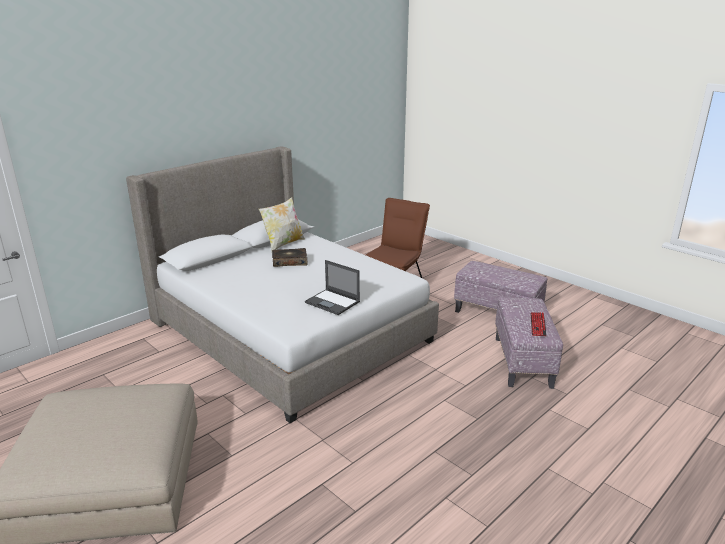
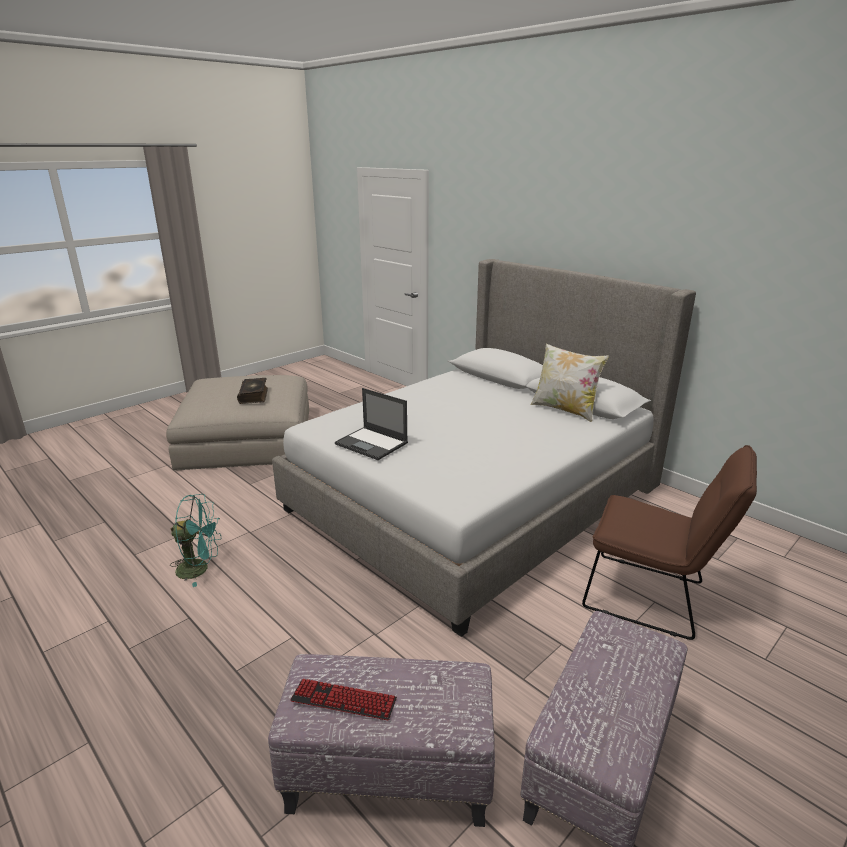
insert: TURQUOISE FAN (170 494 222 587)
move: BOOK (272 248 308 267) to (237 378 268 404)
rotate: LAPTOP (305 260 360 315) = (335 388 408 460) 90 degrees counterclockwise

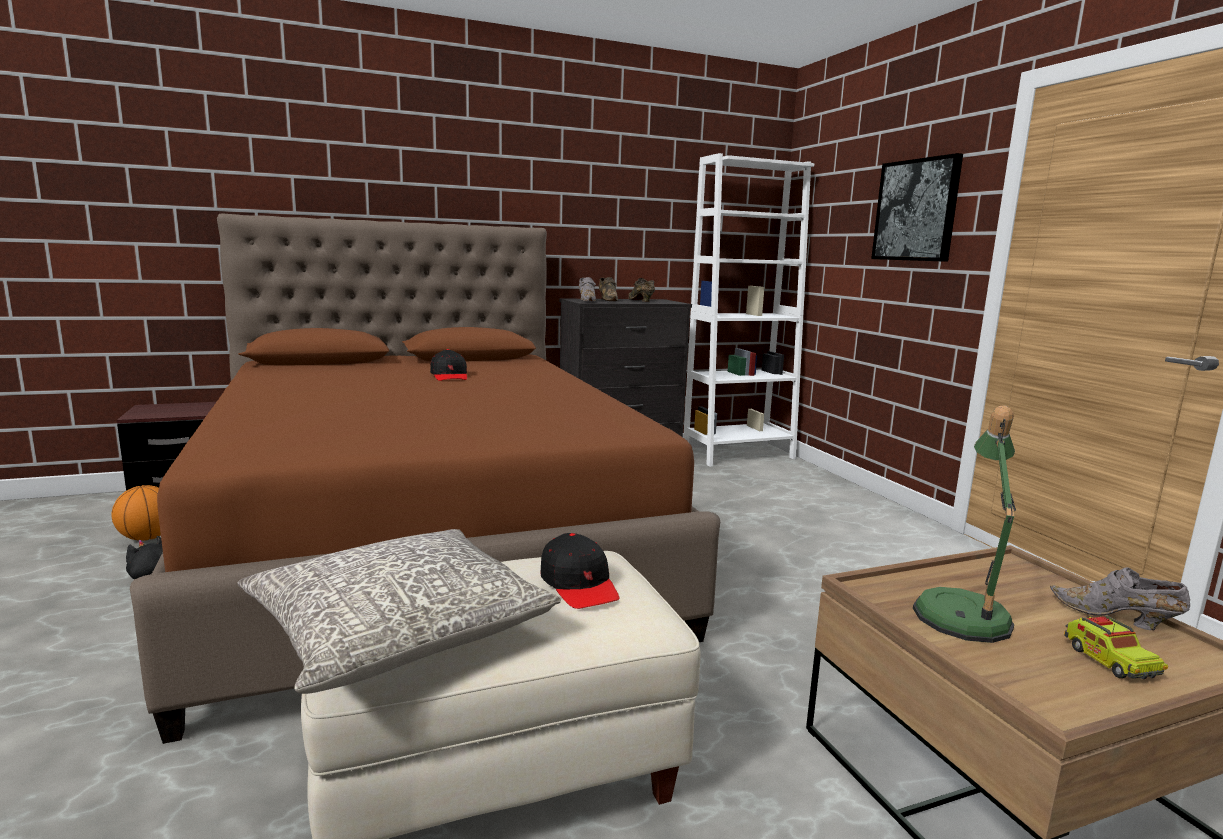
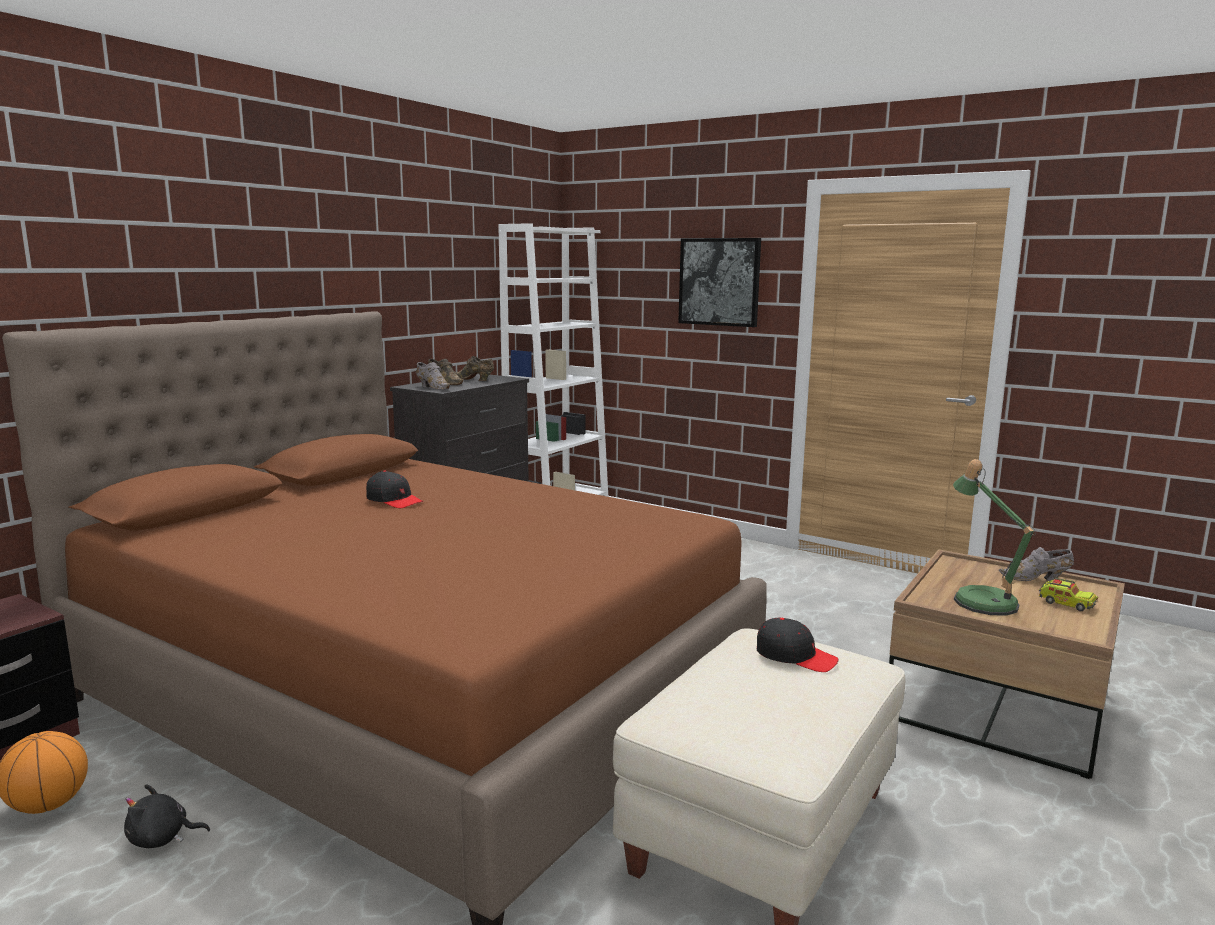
delete: GREY PILLOW (237 529 561 694)

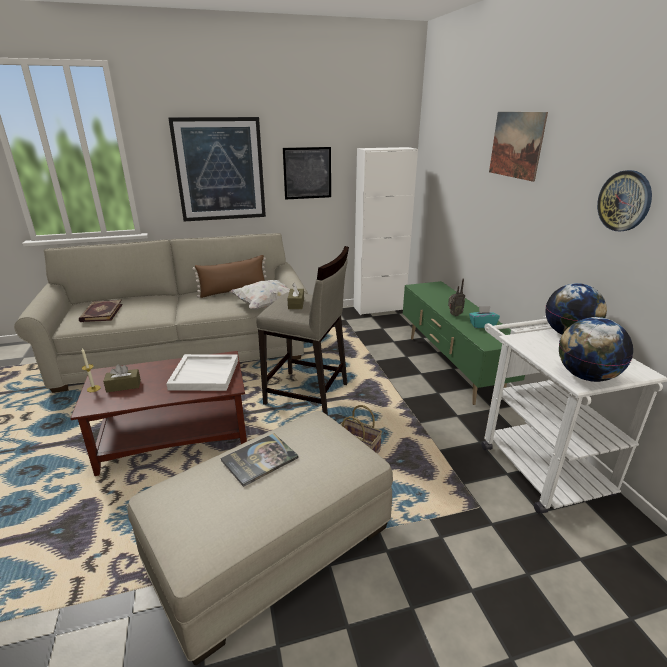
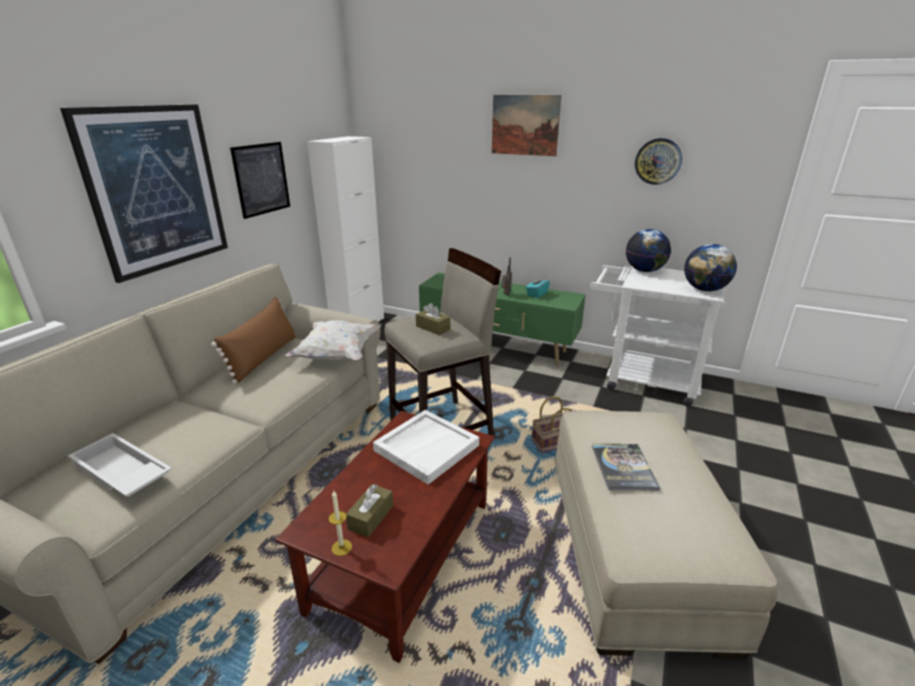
replace: BOOK (79 300 123 322) to WHITE TRAY (68 433 172 497)

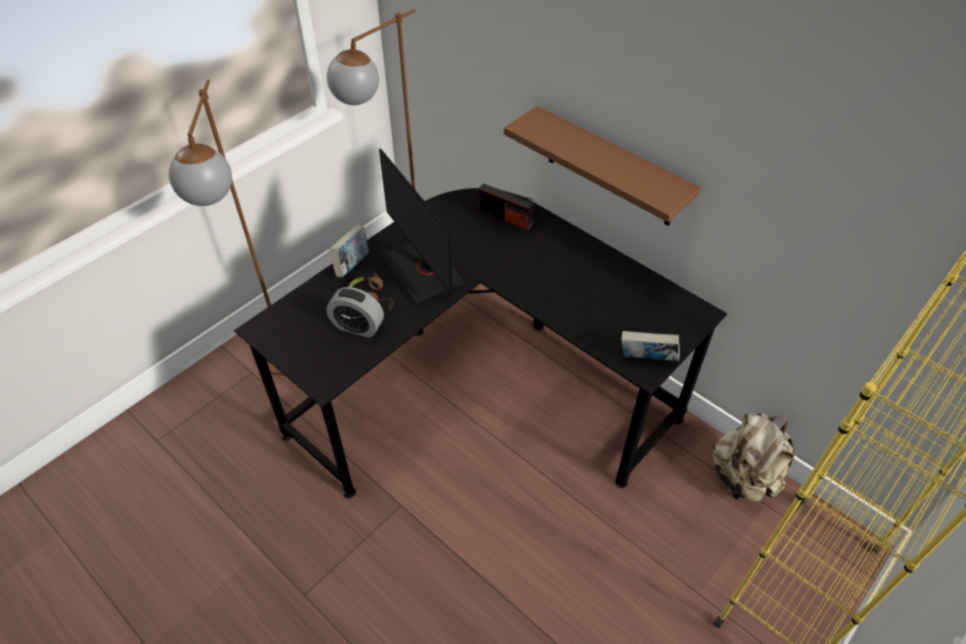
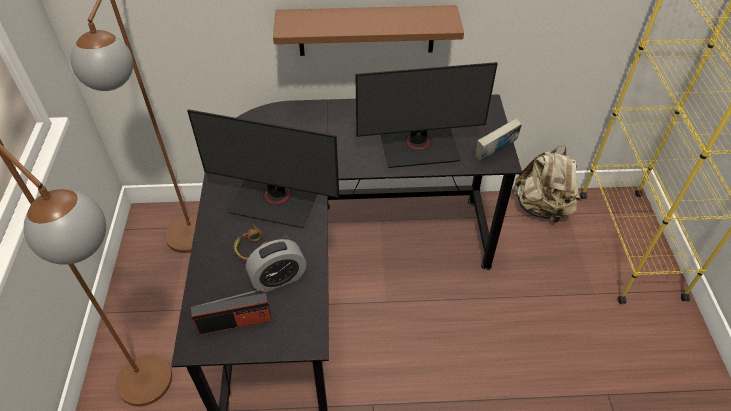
delete: BOOK (329 225 369 277)
insert: MONITOR (355 62 498 168)
move: RADIO (479 183 534 231) to (191 288 272 335)

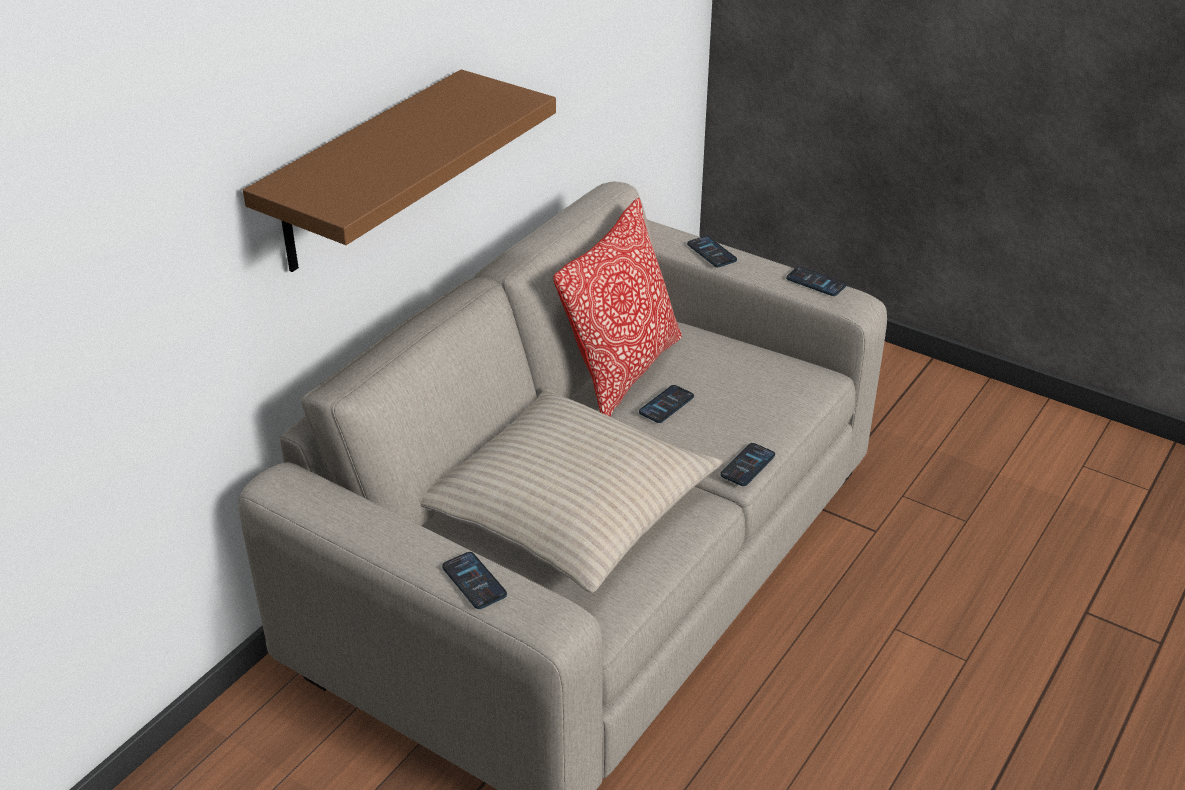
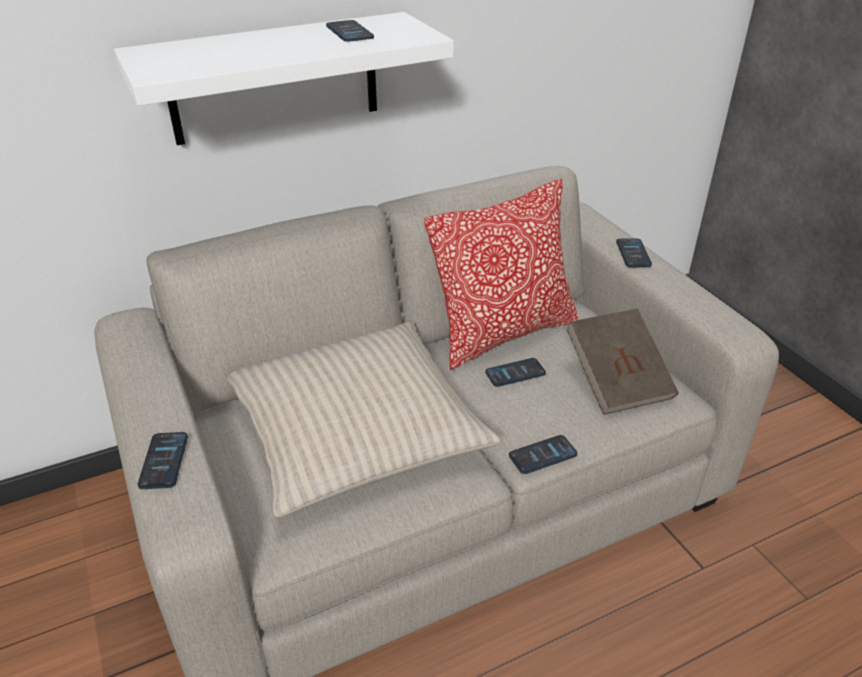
insert: BROWN BOOK (567 309 679 415)
move: PHONE (786 267 846 296) to (326 20 374 42)
recolor: BROWN SHELF (243 69 556 272) to WHITE SHELF (114 12 454 145)

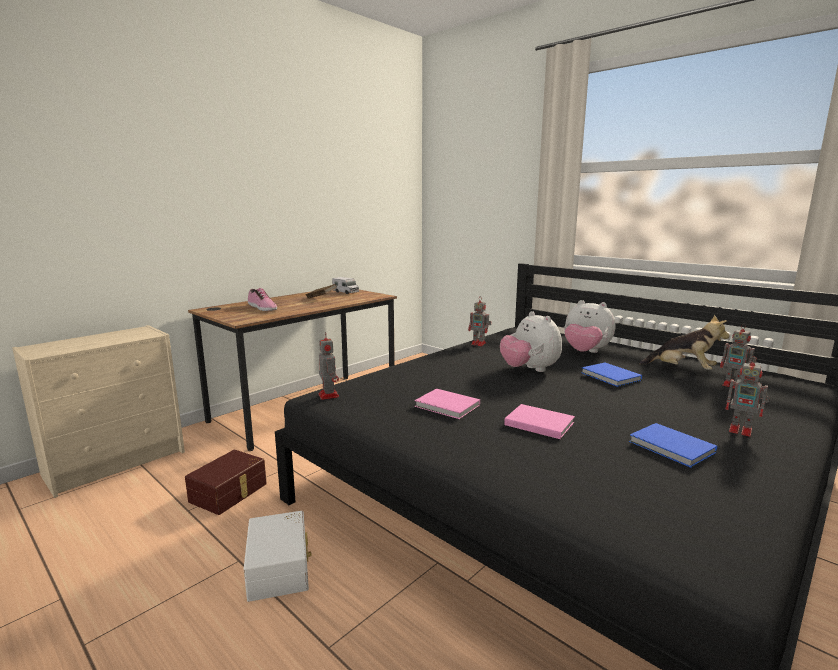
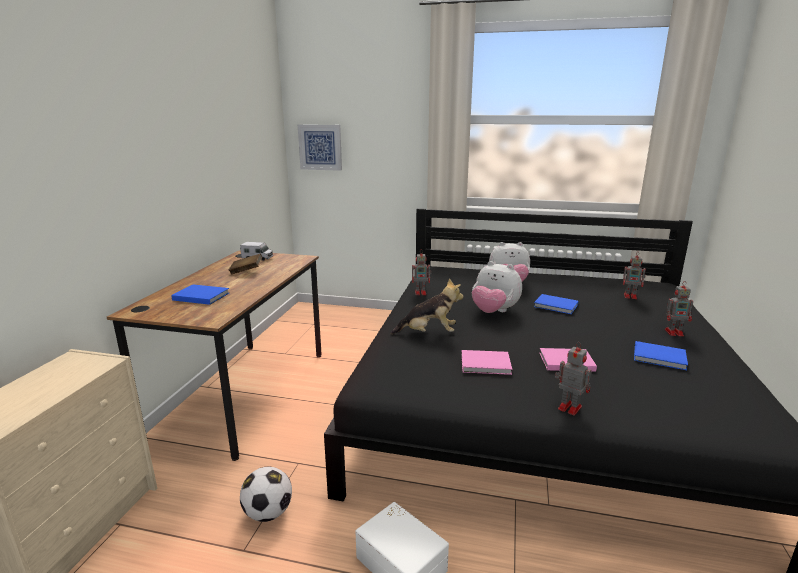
insert: PICTURE (298 124 342 171)
move: PLUSH TOY (639 315 730 370) to (391 279 463 334); TOY ROBOT (318 332 339 400) to (555 342 591 416)
replace: SHOE (248 288 277 311) to BLUE BOOK (171 284 229 305); BROWN STORAGE BOX (185 450 267 515) to FOOTBALL (240 467 292 522)

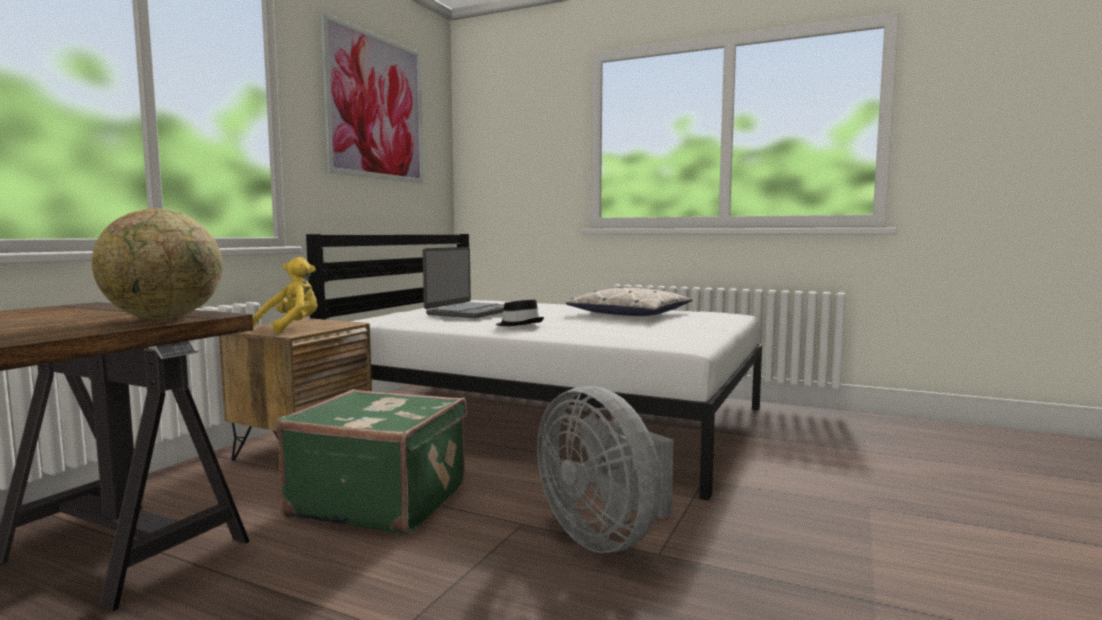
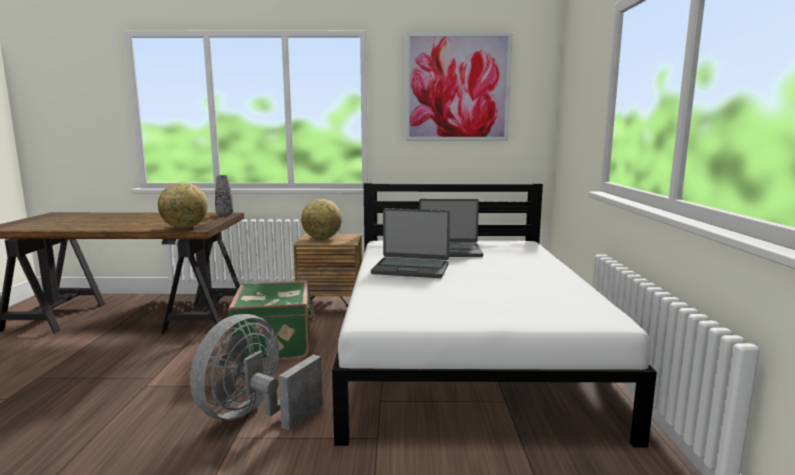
delete: PILLOW (566 287 693 316)
insert: GREY VASE (215 175 233 216)
replace: YELLOW PLUSH TOY (252 257 318 334) to GLOBE (301 199 342 239); BLACK HAT (496 299 544 326) to LAPTOP (371 208 450 278)

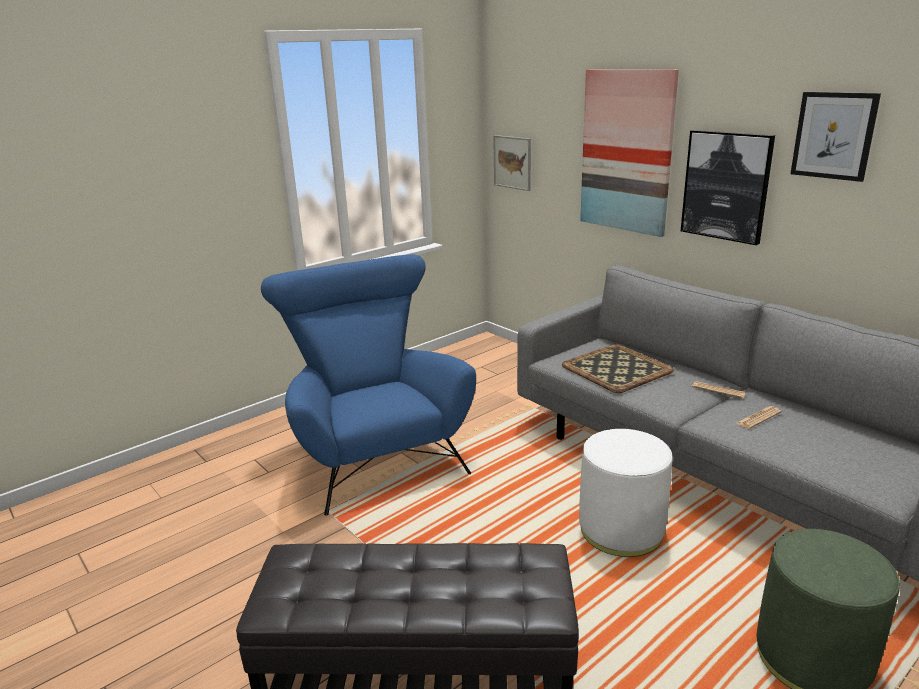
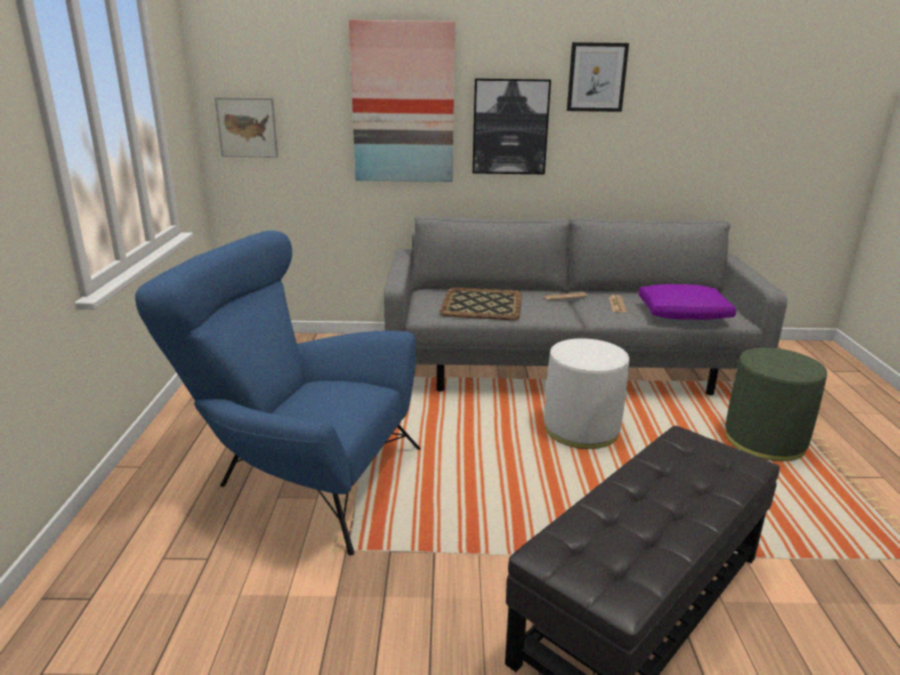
insert: PURPLE PILLOW (638 284 736 320)

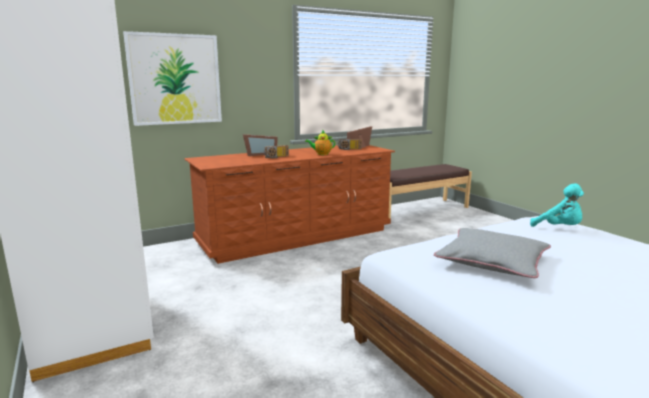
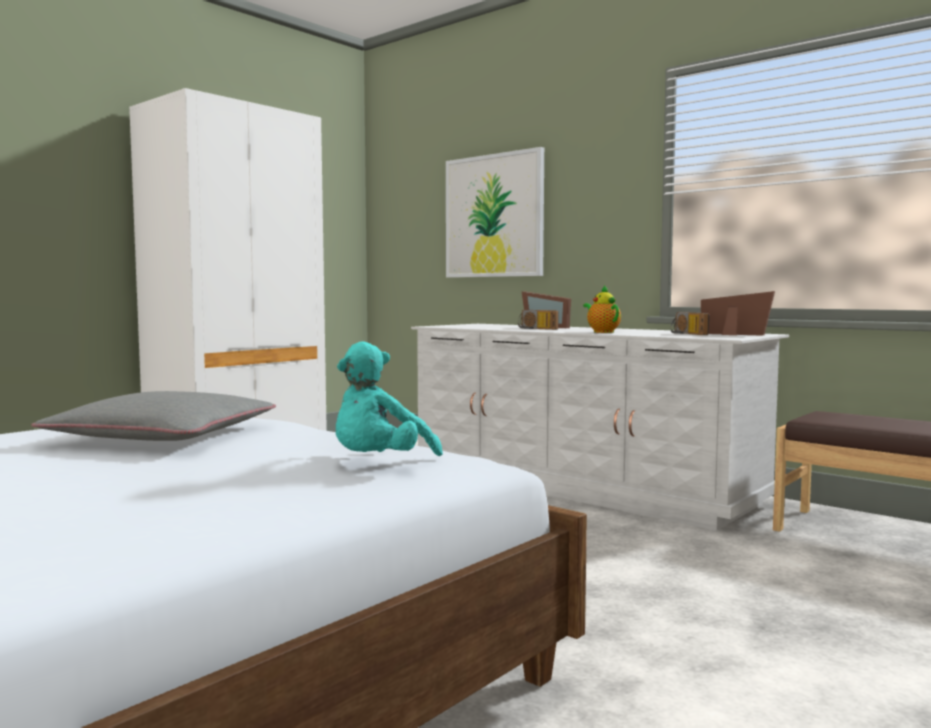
recolor: BROWN DRESSER (184 145 395 264) to WHITE DRESSER (411 324 789 531)

